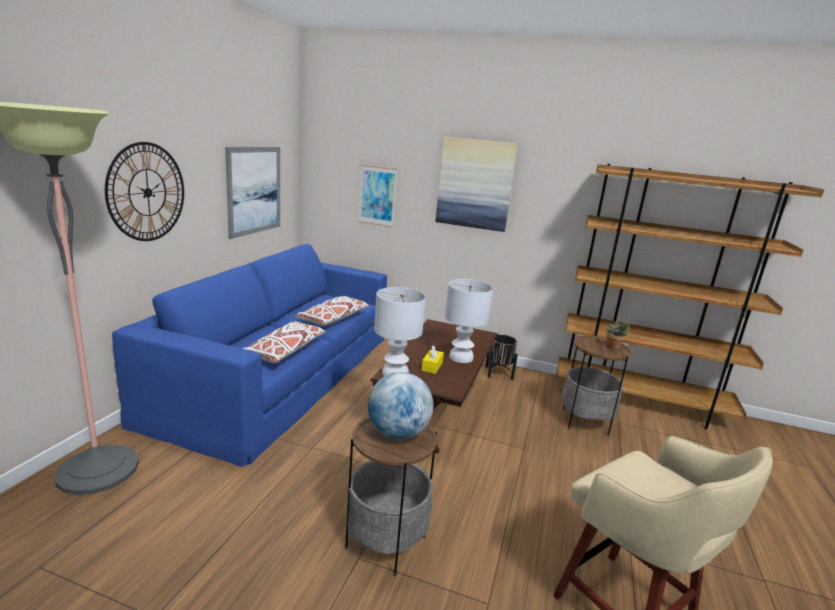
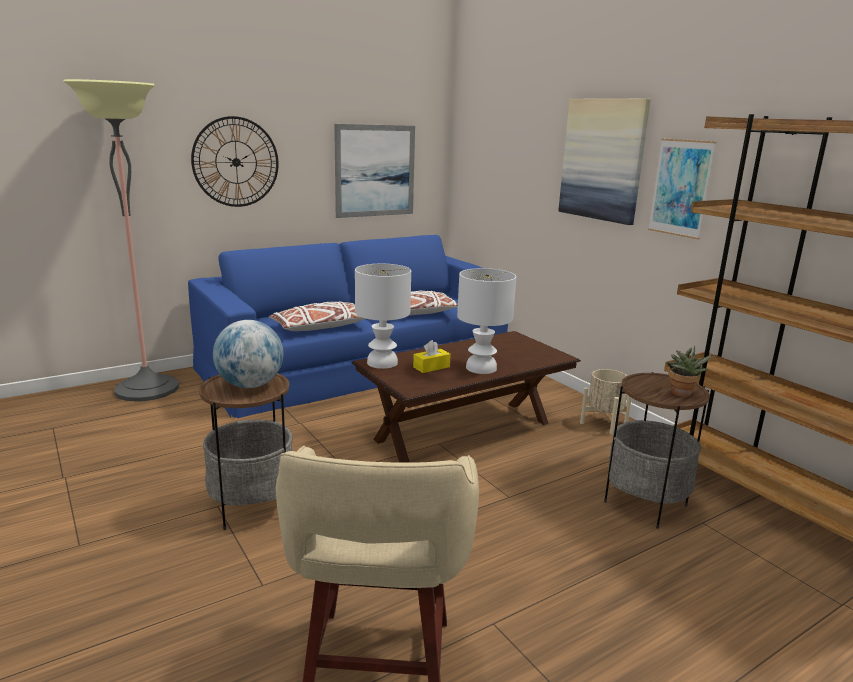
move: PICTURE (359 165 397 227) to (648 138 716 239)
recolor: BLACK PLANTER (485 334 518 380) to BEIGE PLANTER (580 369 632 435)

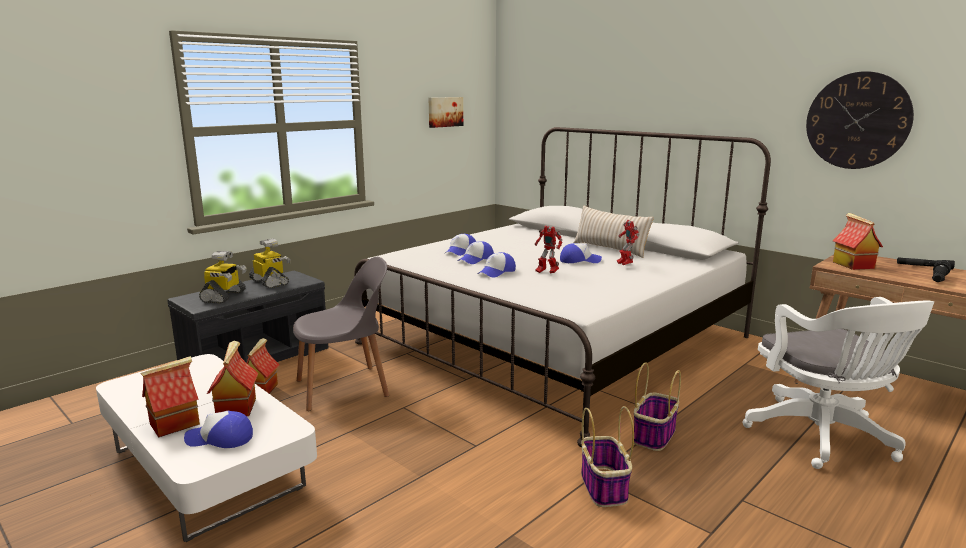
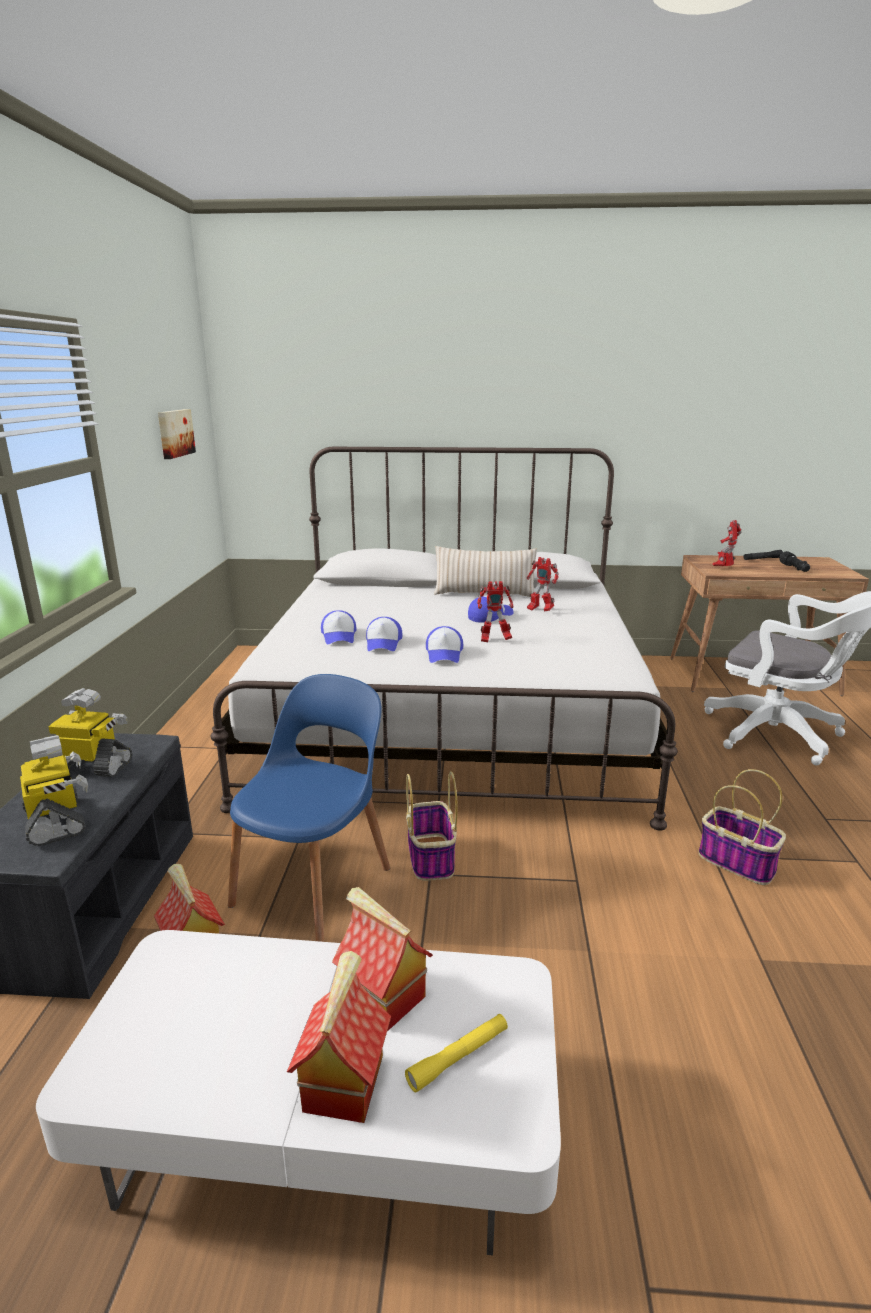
delete: WALL CLOCK (806 71 914 169)
move: BASKET (634 362 681 451) to (406 771 458 881)
replace: CAP (184 411 253 448) to YELLOW FLASHLIGHT (405 1014 508 1093); TOY HOUSE (833 213 883 270) to TOY ROBOT (713 520 741 566)
recolor: GREY CHAIR (293 257 389 411) to BLUE CHAIR (228 674 390 942)

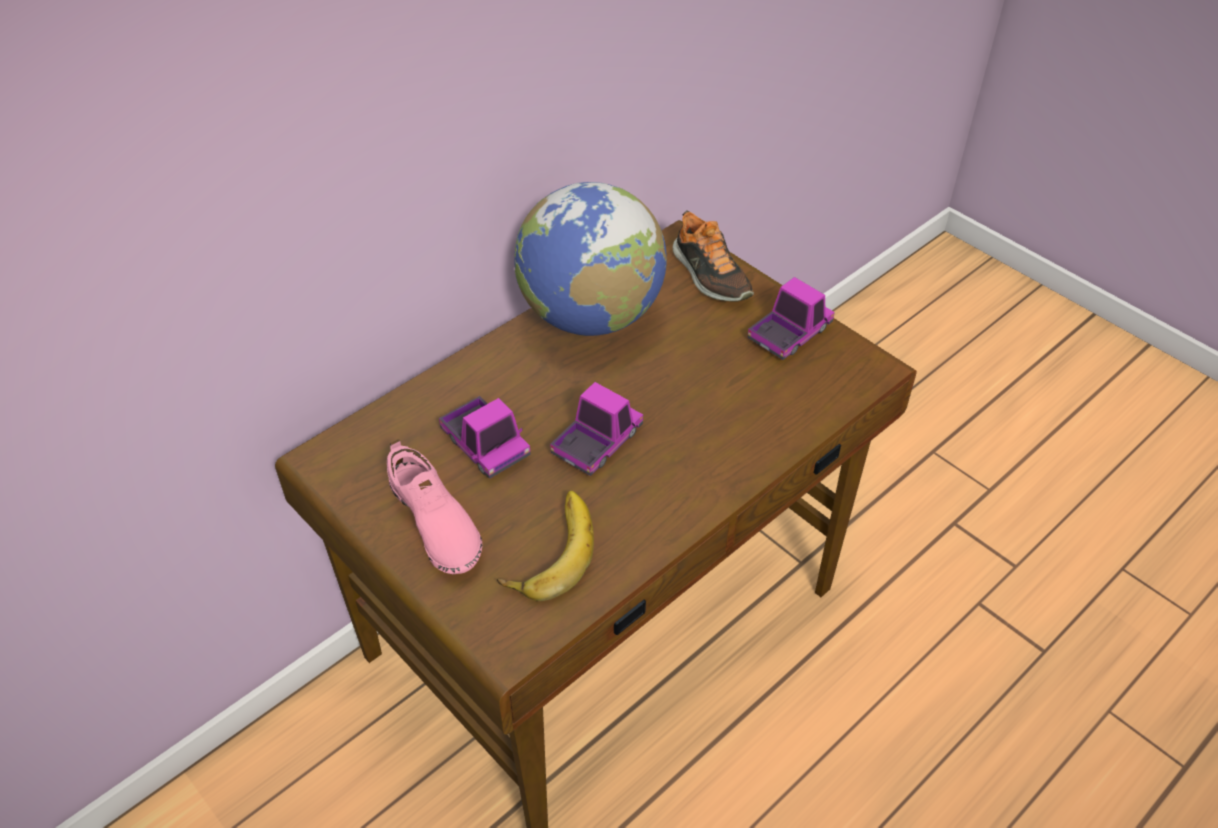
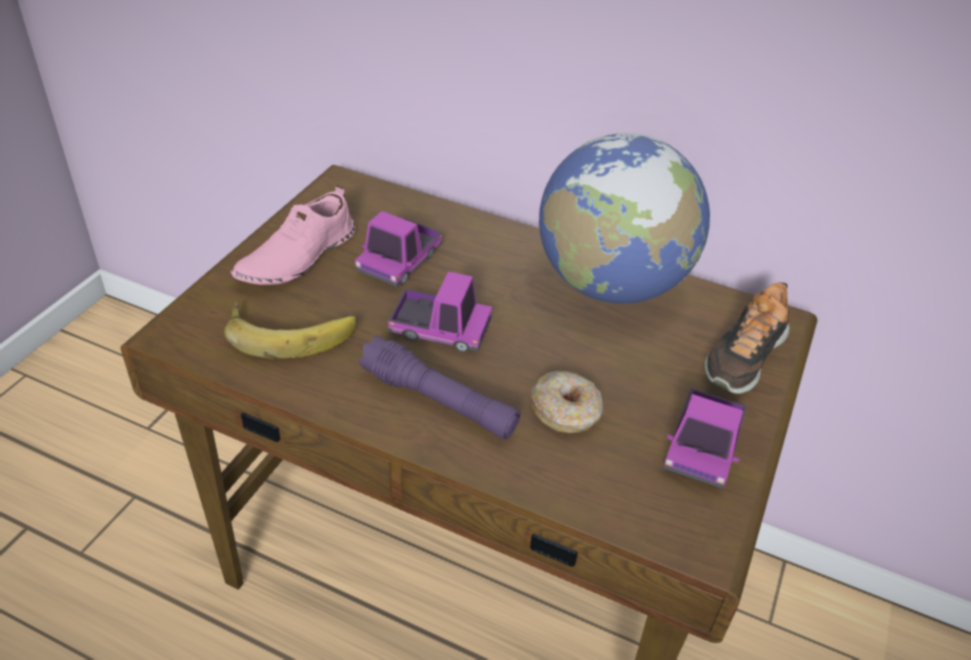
insert: PURPLE FLASHLIGHT (358 335 521 440); DONUT (532 371 603 433)
rotate: TOY TRUCK (748 277 835 360) = (663 388 747 489) 90 degrees clockwise

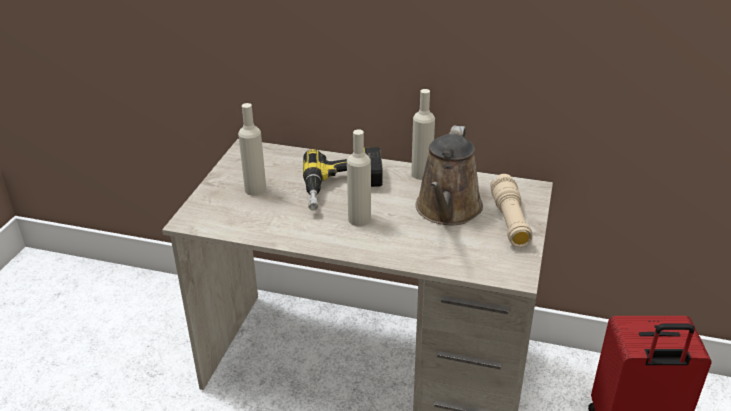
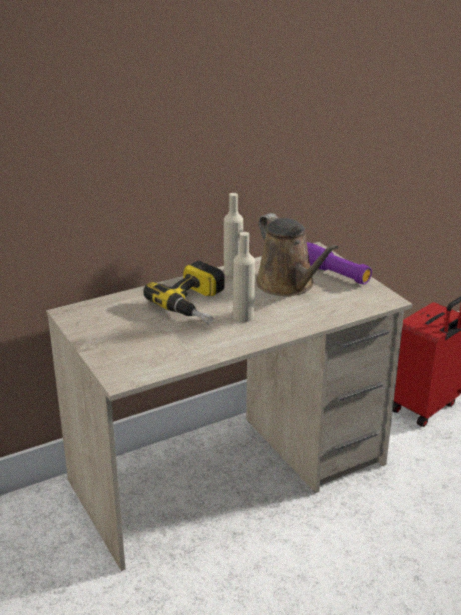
delete: BEIGE BOTTLE (238 103 267 196)
recolor: BEIGE FLASHLIGHT (490 174 532 247) to PURPLE FLASHLIGHT (307 242 372 284)

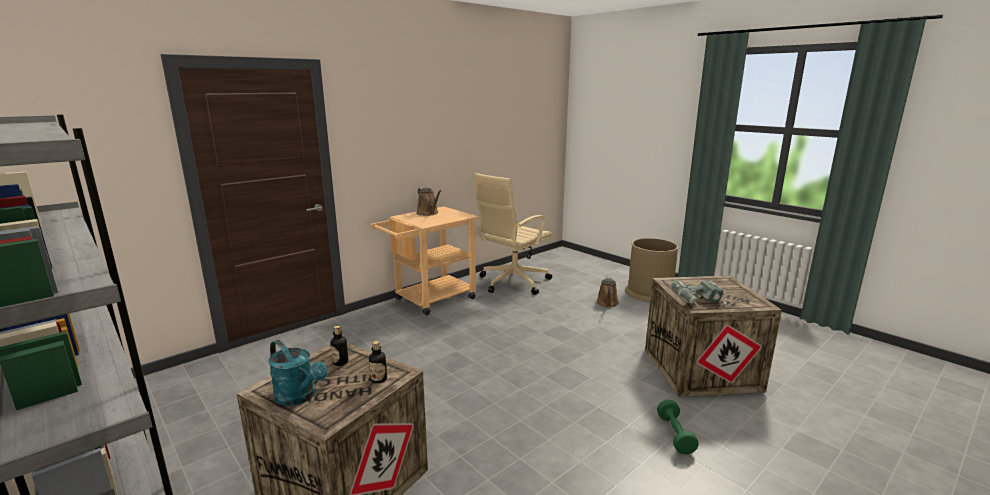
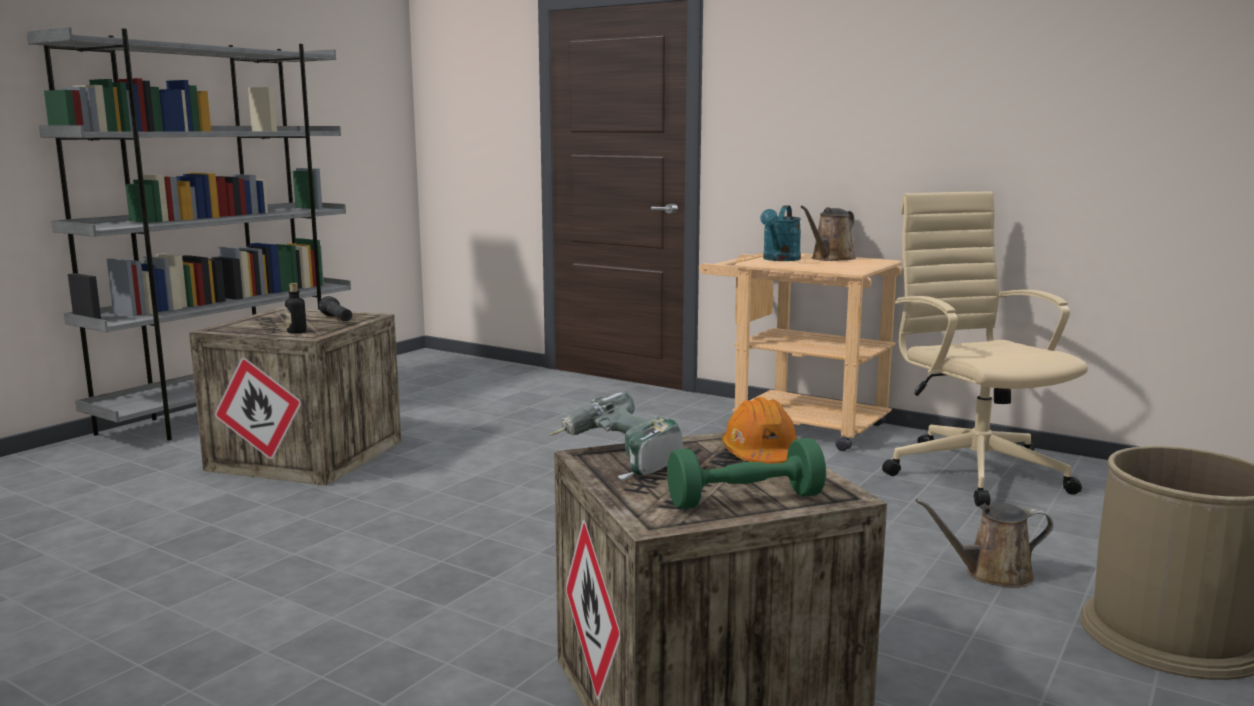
insert: ORANGE HARD HAT (722 397 798 464)
move: GREEN DUMBBELL (657 400 699 455) to (667 438 826 509); TURQUOISE WATERING CAN (268 340 328 406) to (760 205 801 261)
replace: BOTTLE (331 326 349 366) to BLACK FLASHLIGHT (319 296 352 321)
rotate: BEIGE OFFICE CHAIR (474 173 552 295) = (882 191 1088 506) 45 degrees clockwise

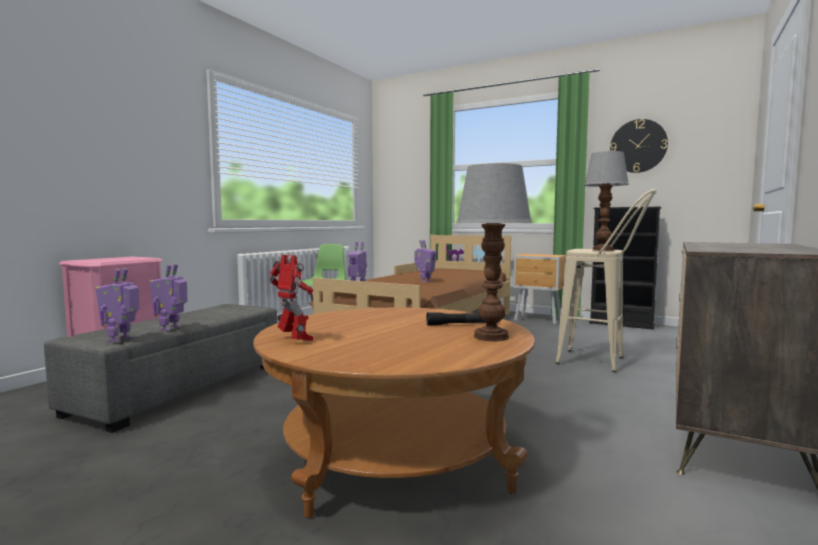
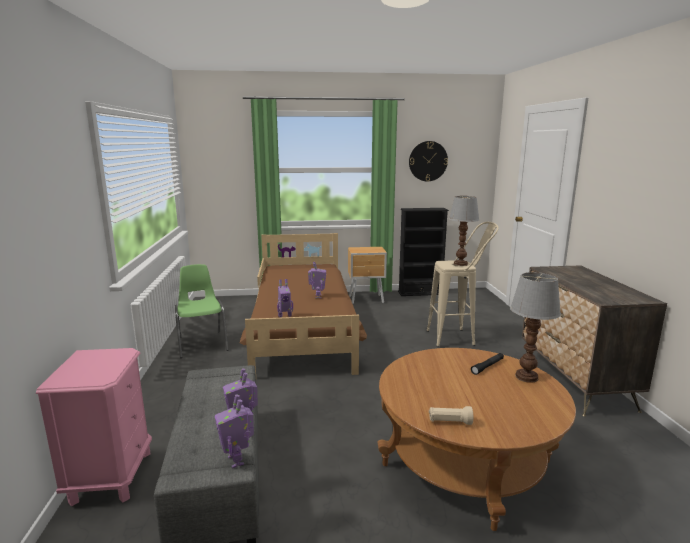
replace: TOY ROBOT (269 255 314 341) to BEIGE FLASHLIGHT (429 406 473 425)

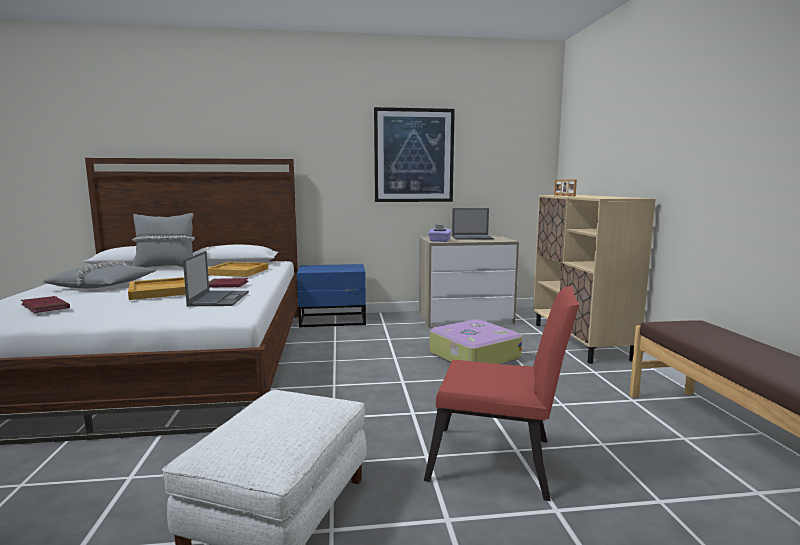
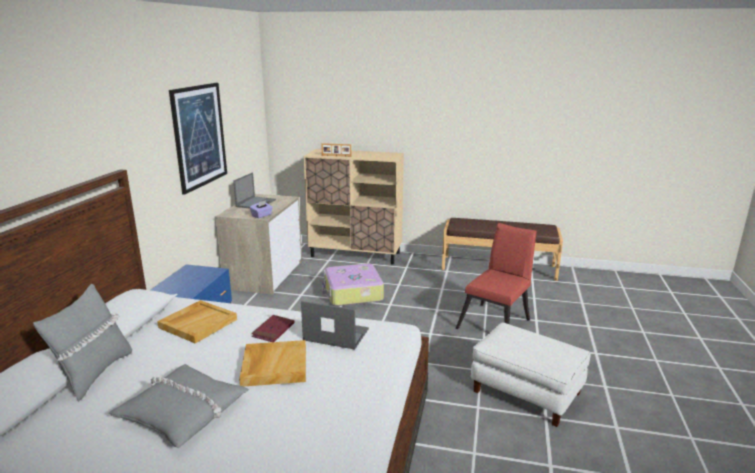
delete: RED BOOK (21 296 70 313)

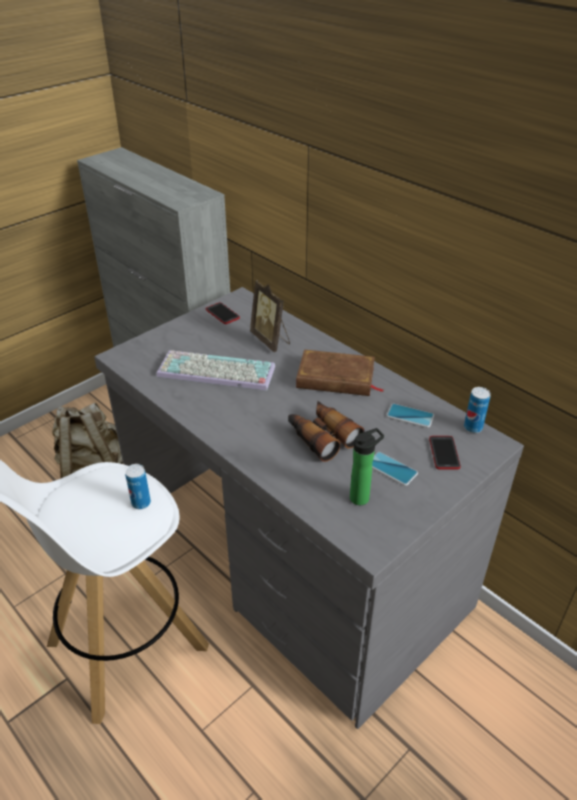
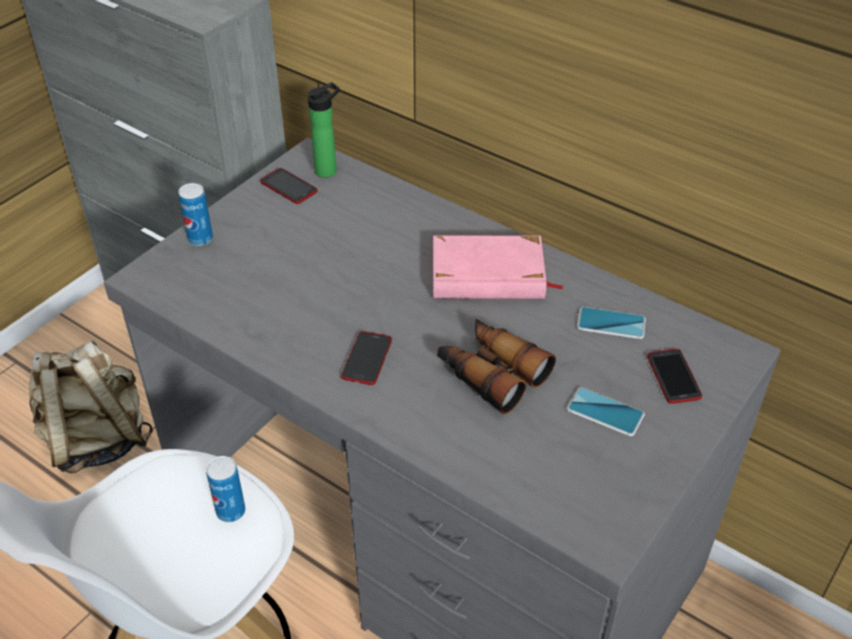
delete: KEYBOARD (156 350 275 391); PICTURE FRAME (250 280 290 352)
insert: PHONE (341 331 392 385)
move: CAN (464 387 491 433) to (178 183 213 246); BOTTLE (350 428 384 505) to (308 82 340 178)
recolor: BROWN BOOK (296 350 383 396) to PINK BOOK (433 236 563 299)

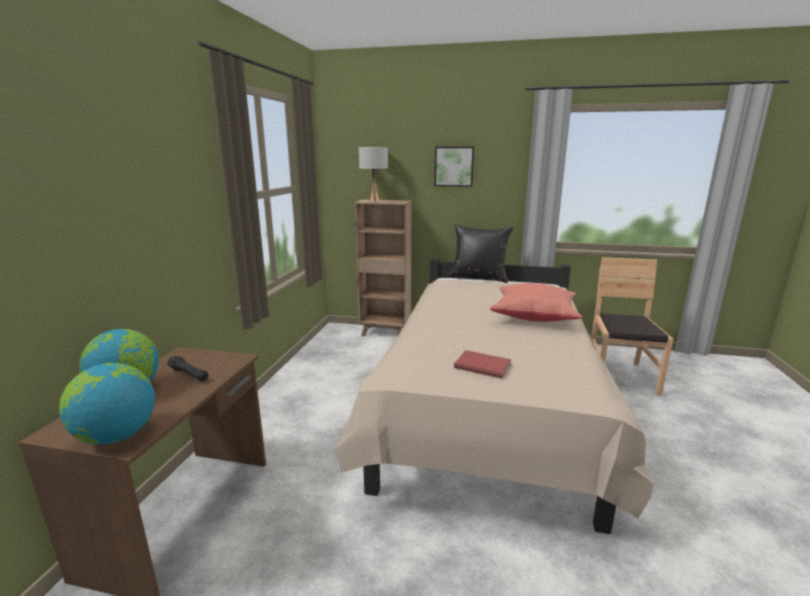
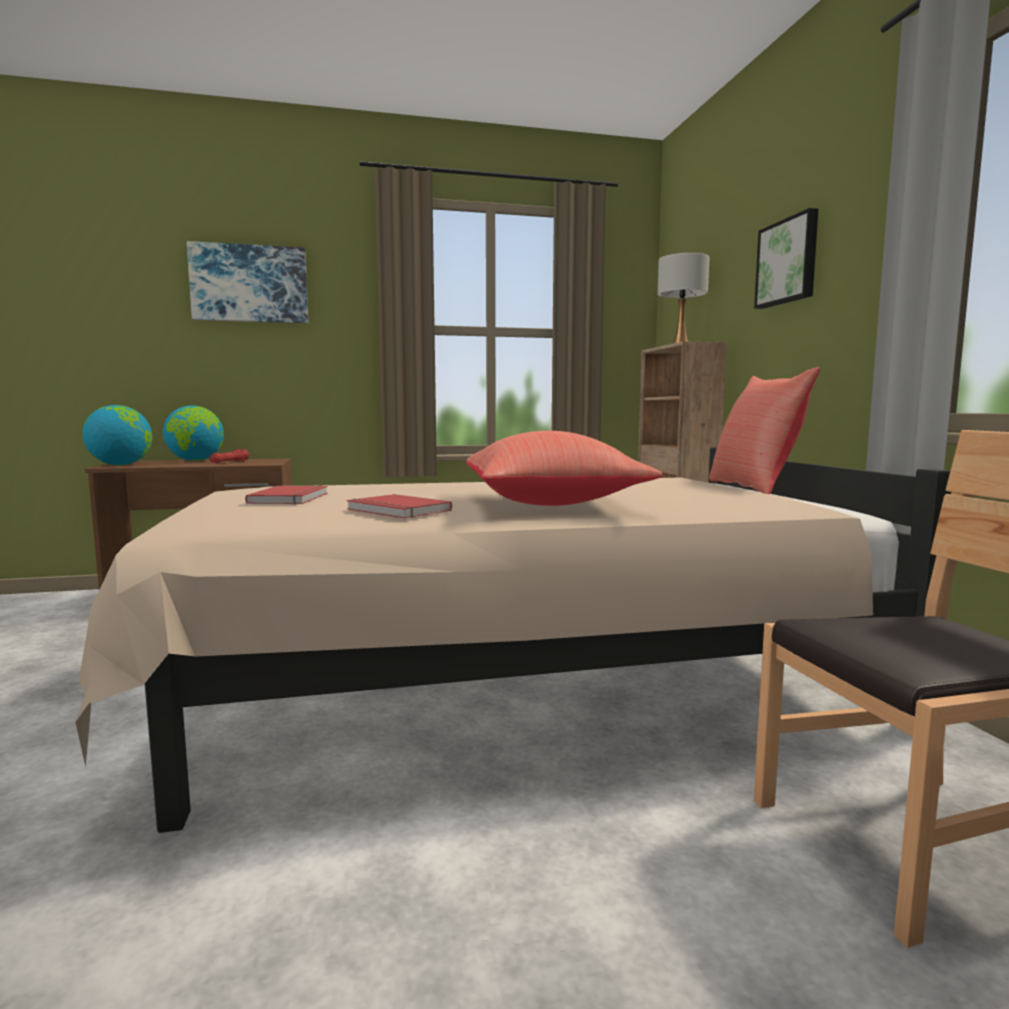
insert: PICTURE (187 241 308 323); RED BOOK (347 494 452 519)
recolor: BLACK FLASHLIGHT (167 356 208 381) to RED FLASHLIGHT (209 449 250 463); BLACK PILLOW (447 224 514 283) to RED PILLOW (709 367 820 494)

